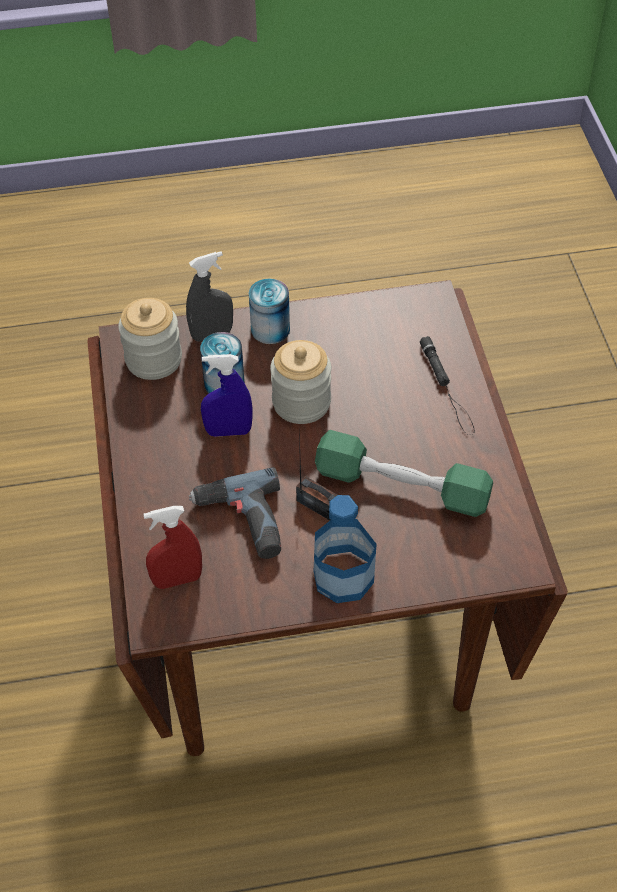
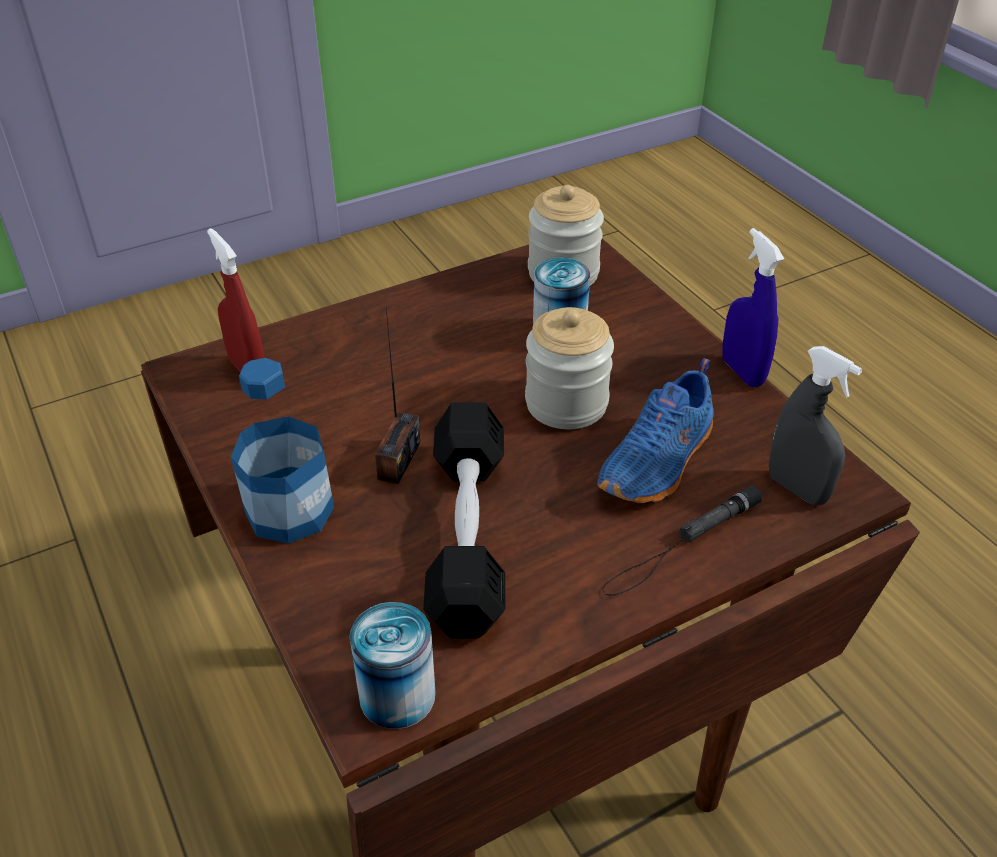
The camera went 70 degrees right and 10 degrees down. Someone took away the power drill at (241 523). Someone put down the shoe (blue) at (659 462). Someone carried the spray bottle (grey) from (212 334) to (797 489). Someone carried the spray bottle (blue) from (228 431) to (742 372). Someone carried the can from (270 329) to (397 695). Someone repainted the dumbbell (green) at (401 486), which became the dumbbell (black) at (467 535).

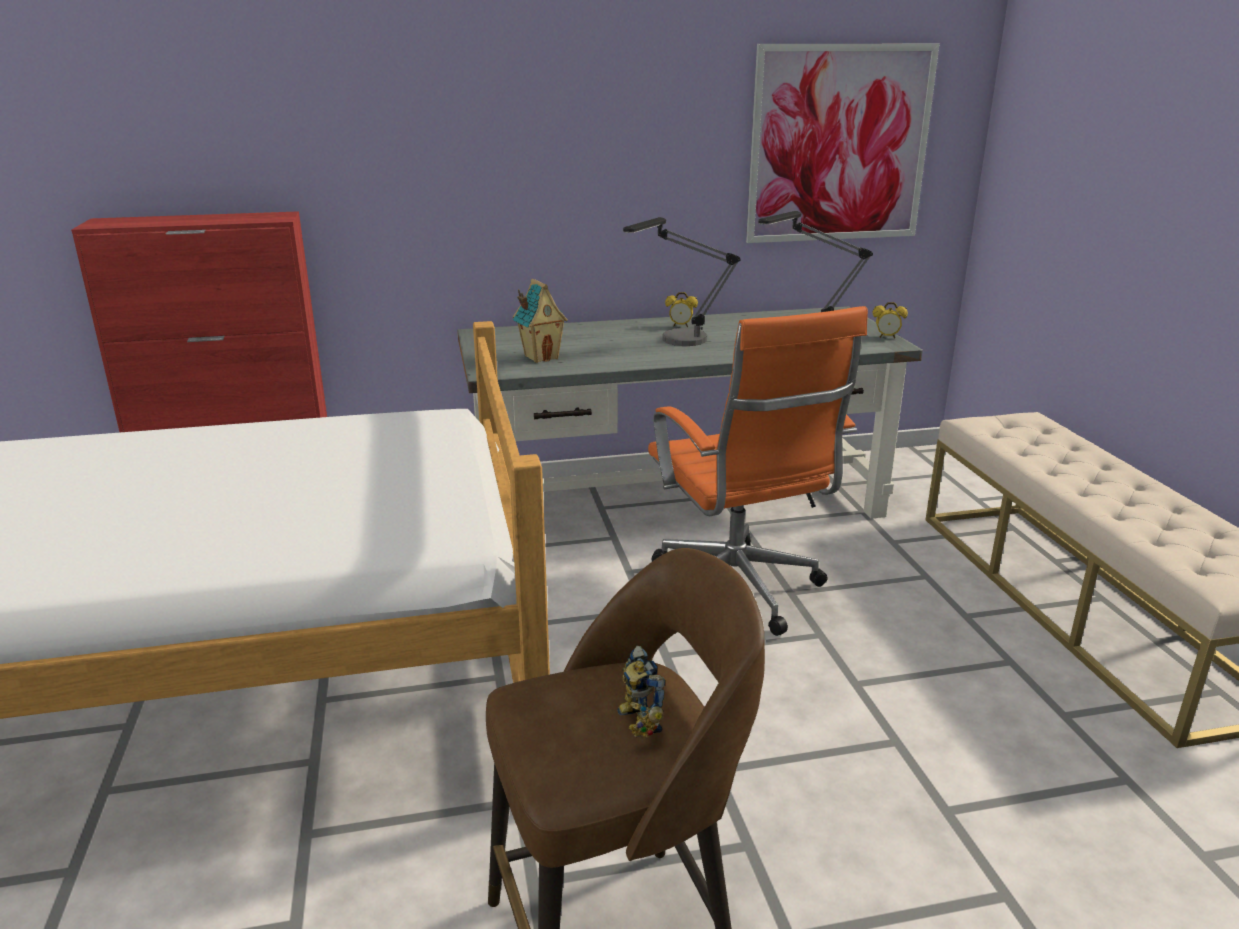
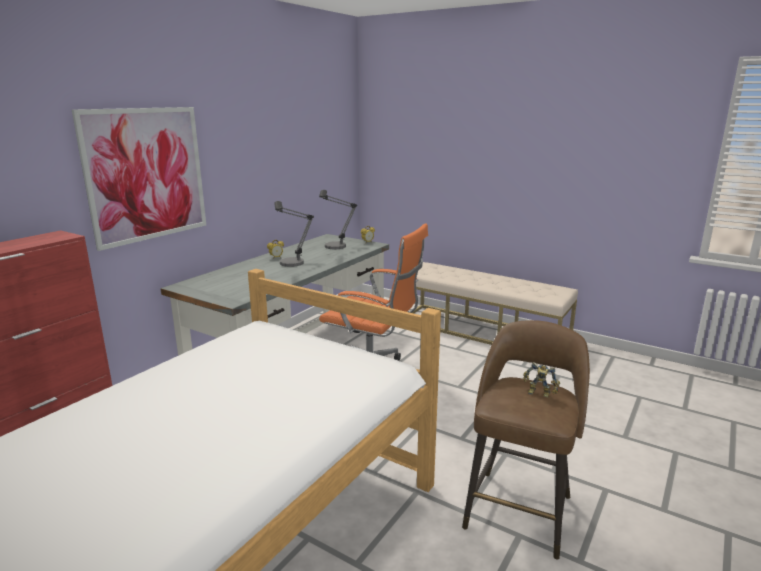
The camera went 45 degrees left and 5 degrees down. Someone took away the toy house at (541 357). Someone carried the picture from (839 145) to (146 174).

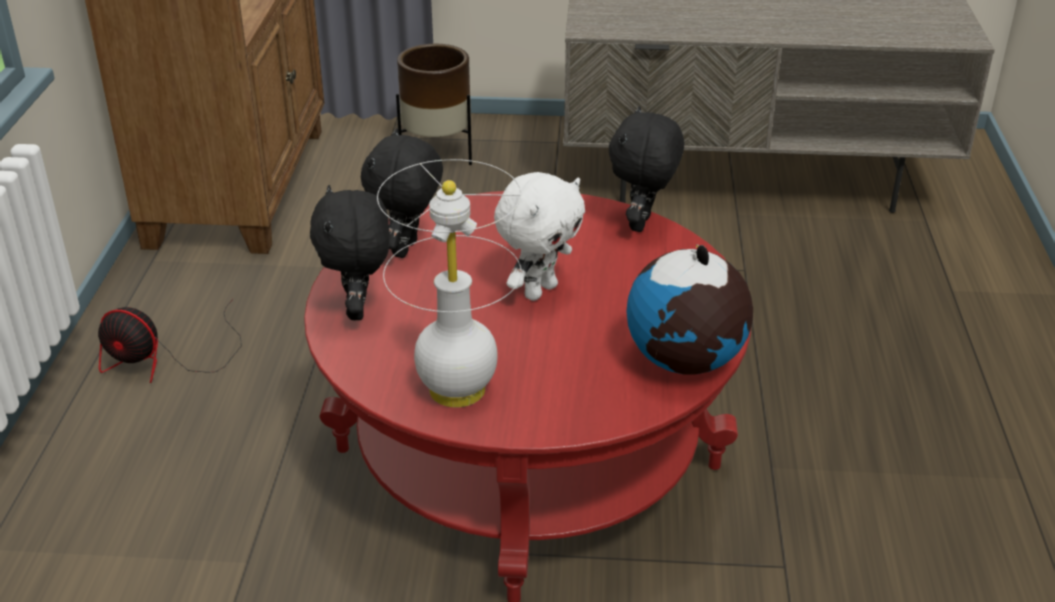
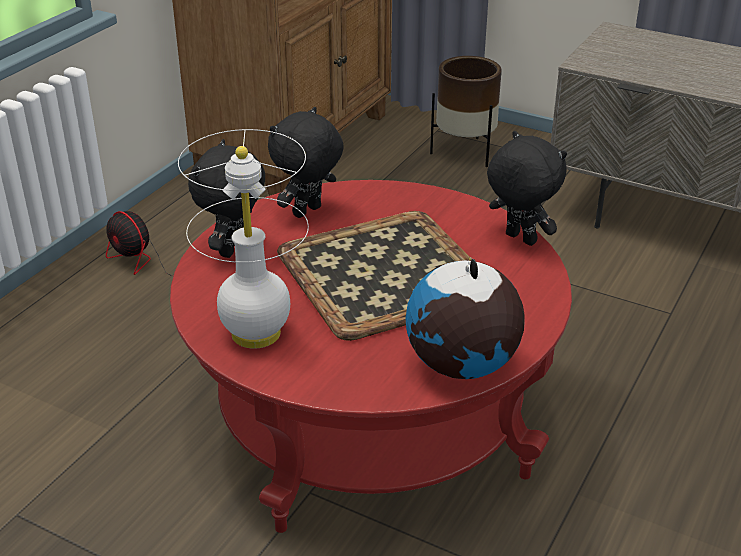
The camera went 25 degrees right and 0 degrees up. Someone swapped the plush toy (white) at (539 290) for the tray at (385 272). Someone rotated the plush toy (black) at (642 224) by 90 degrees clockwise.

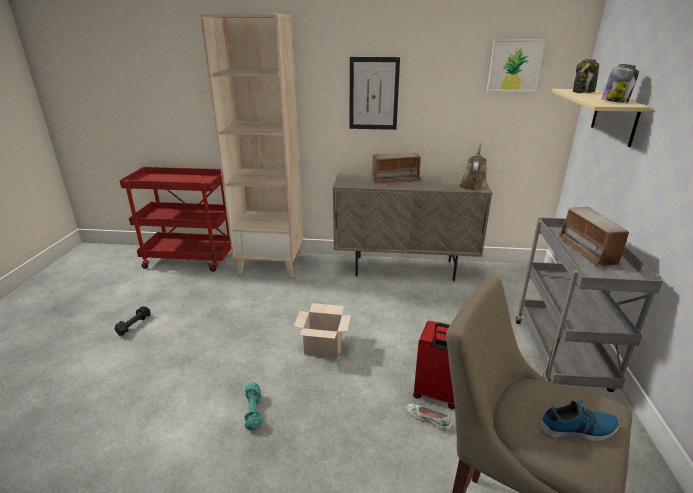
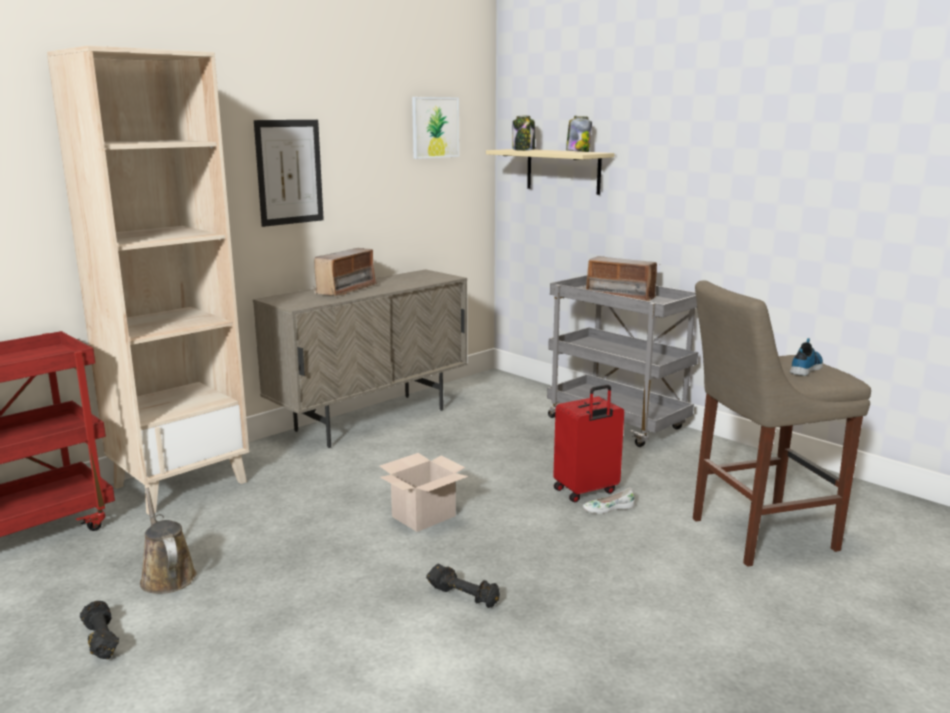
The camera went 50 degrees left and 10 degrees down. Someone carried the watering can (brown) from (473 185) to (167 576). Someone repainted the dumbbell (turquoise) at (254 412), which became the dumbbell (black) at (464 596).

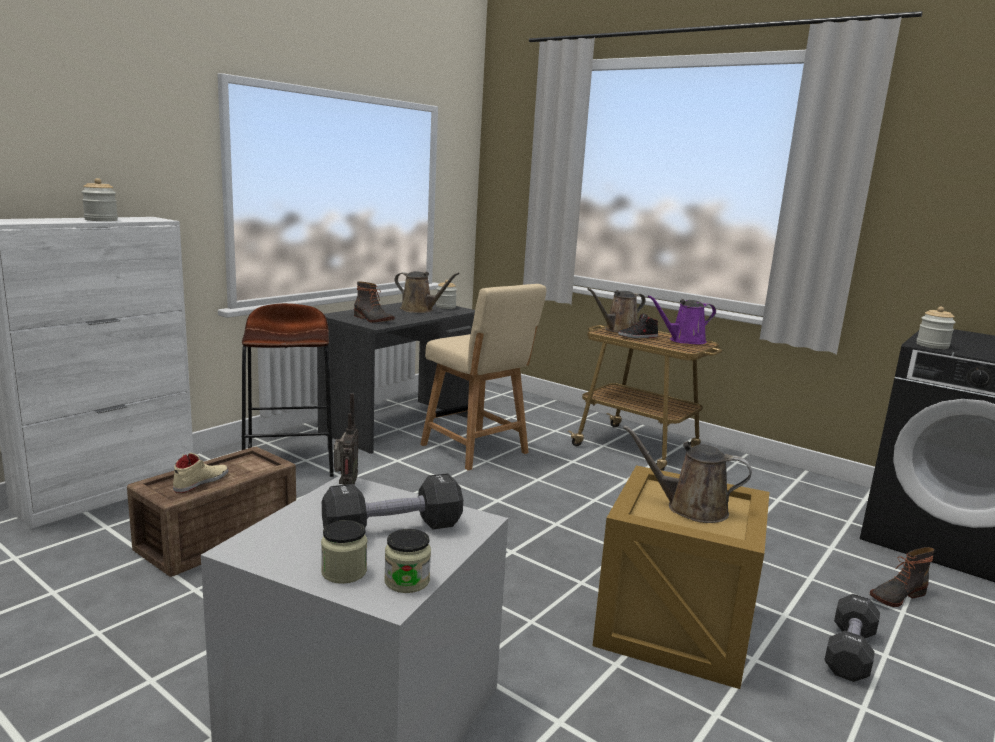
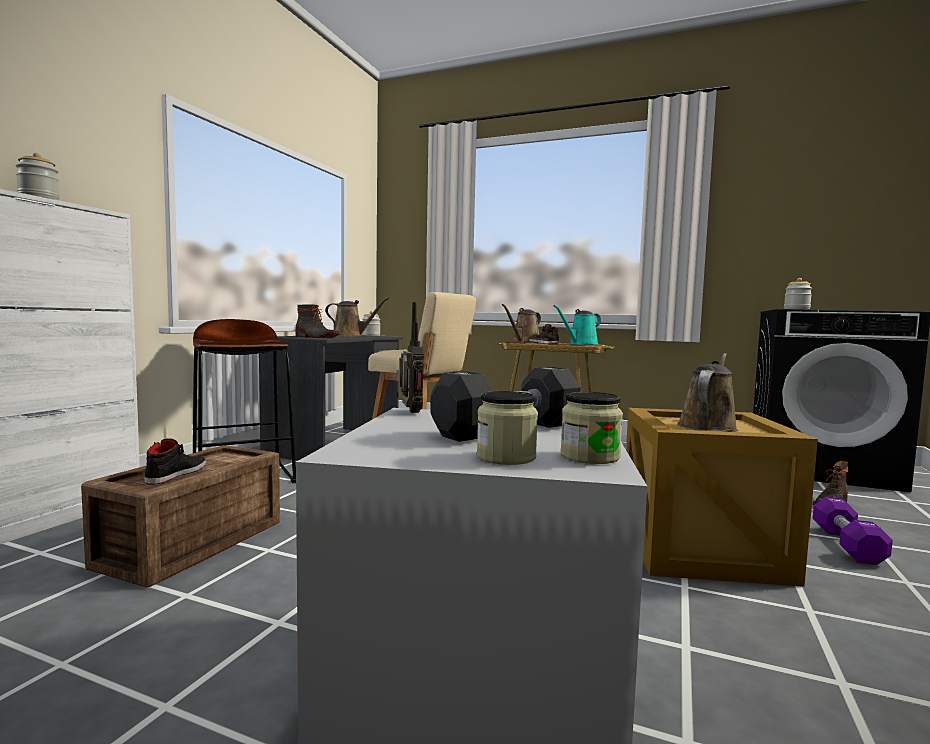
The camera went 15 degrees left and 10 degrees down. Someone repainted the shoe (beige) at (201 481), which became the shoe (black) at (176 474). Someone repainted the watering can (purple) at (684 340), which became the watering can (turquoise) at (581 344). Someone repainted the dumbbell (black) at (849 652), which became the dumbbell (purple) at (847 545). Someone rotated the watering can (brown) at (690 508) by 120 degrees clockwise.

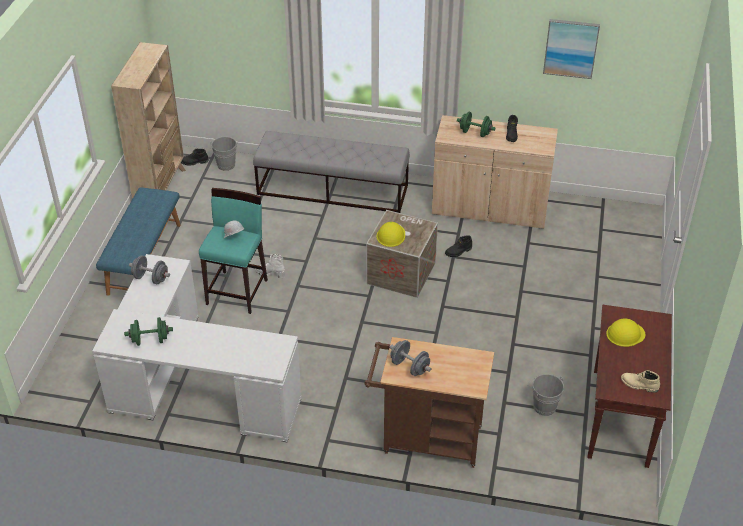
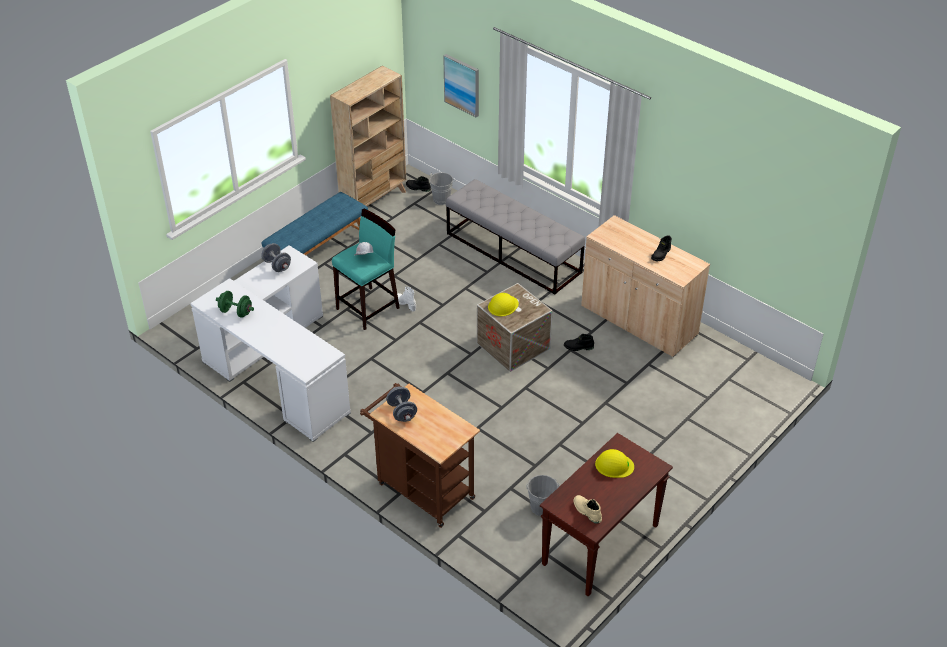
The camera went 30 degrees right and 0 degrees up. Someone took away the dumbbell (green) at (475 133). Someone carried the picture from (571 48) to (462 85).

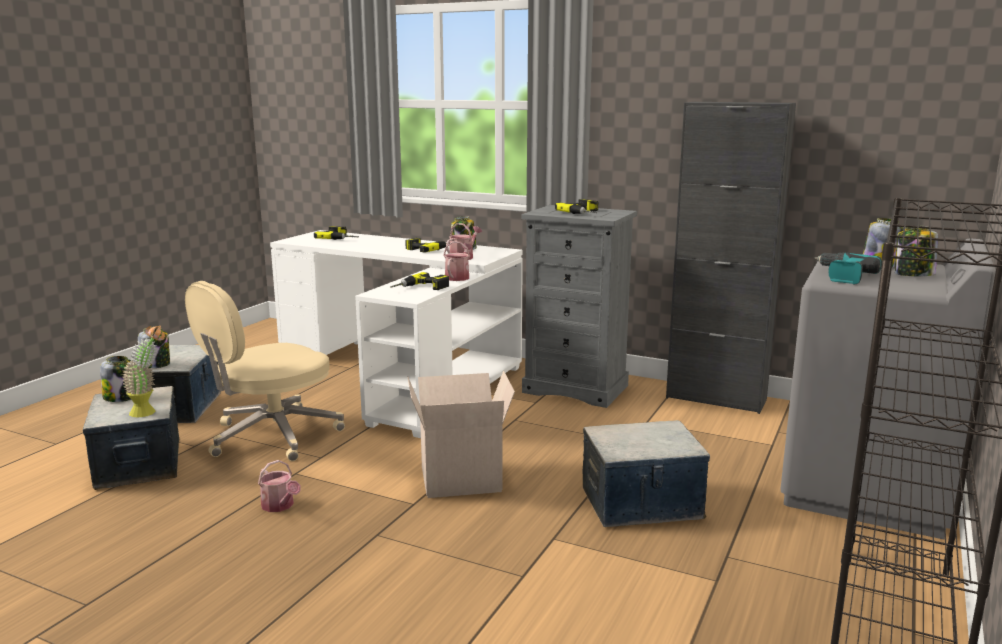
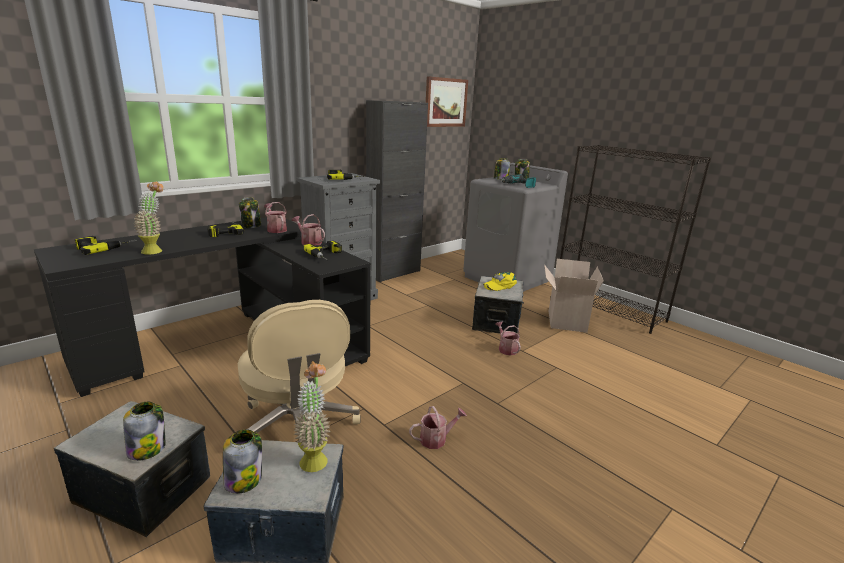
The camera went 70 degrees left and 5 degrees up. Someone put down the potted plant at (156 250). Someone put up the picture at (445 102). Someone put down the cap (yellow) at (500 285). Someone put down the watering can at (506 349). Someone carried the cardboard box from (462 478) to (565 321). Someone repainted the desk (white) at (405 373), which became the desk (black) at (233 344).

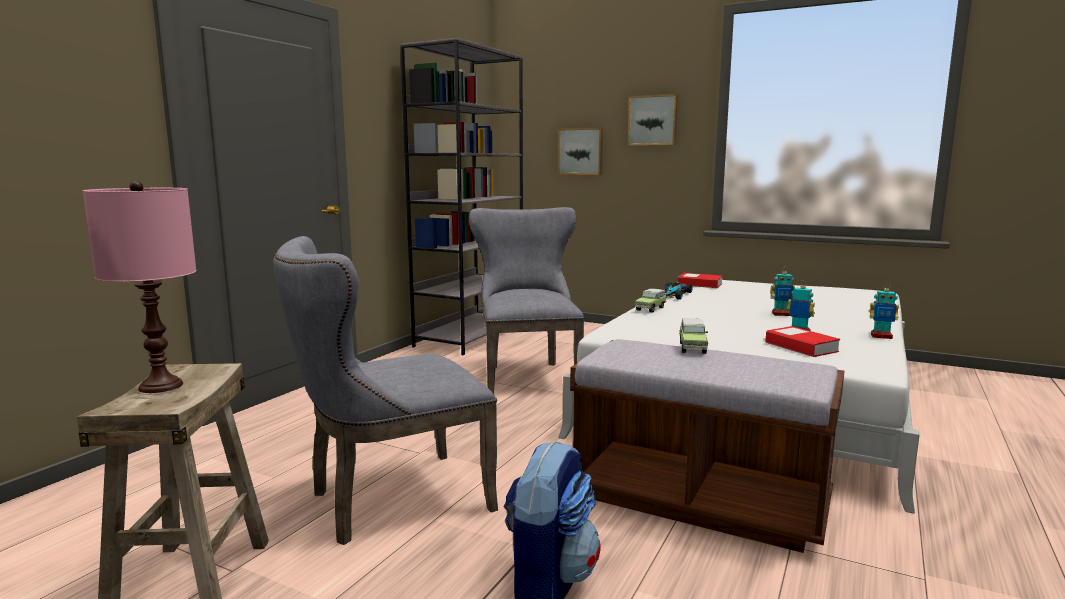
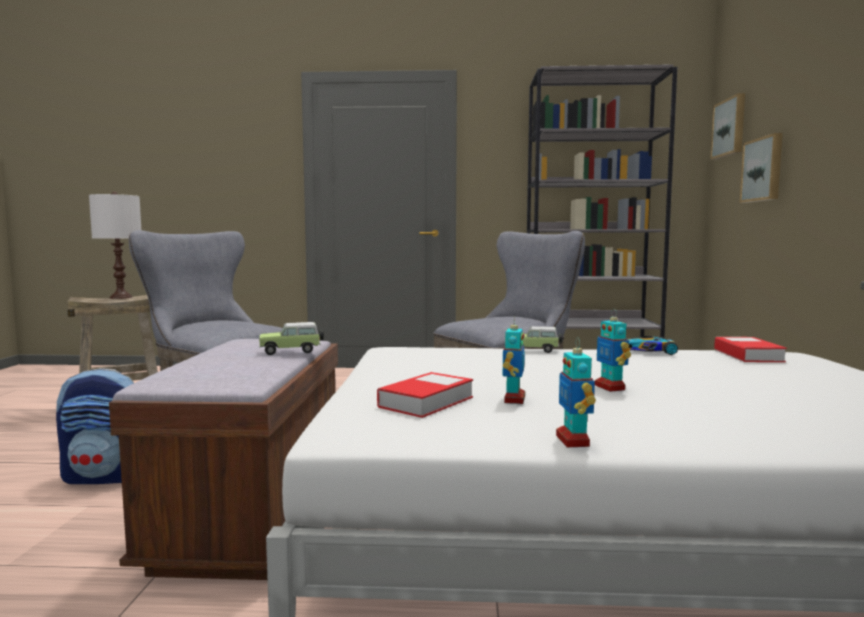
The camera went 65 degrees right and 5 degrees down. Someone carried the picture from (653 120) to (730 128). Someone repainted the table lamp (pink) at (160 386), which became the table lamp (white) at (121 297).

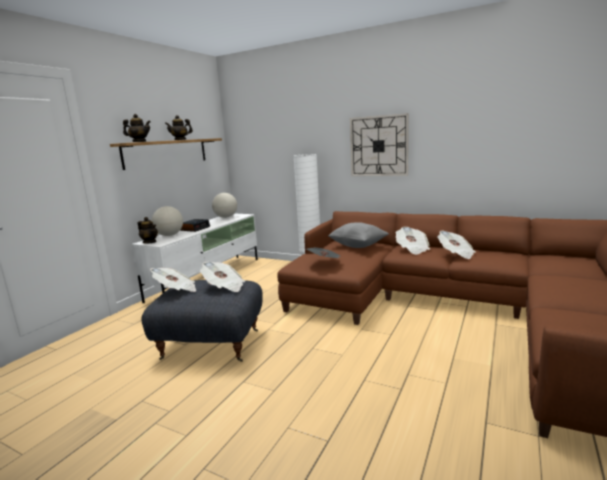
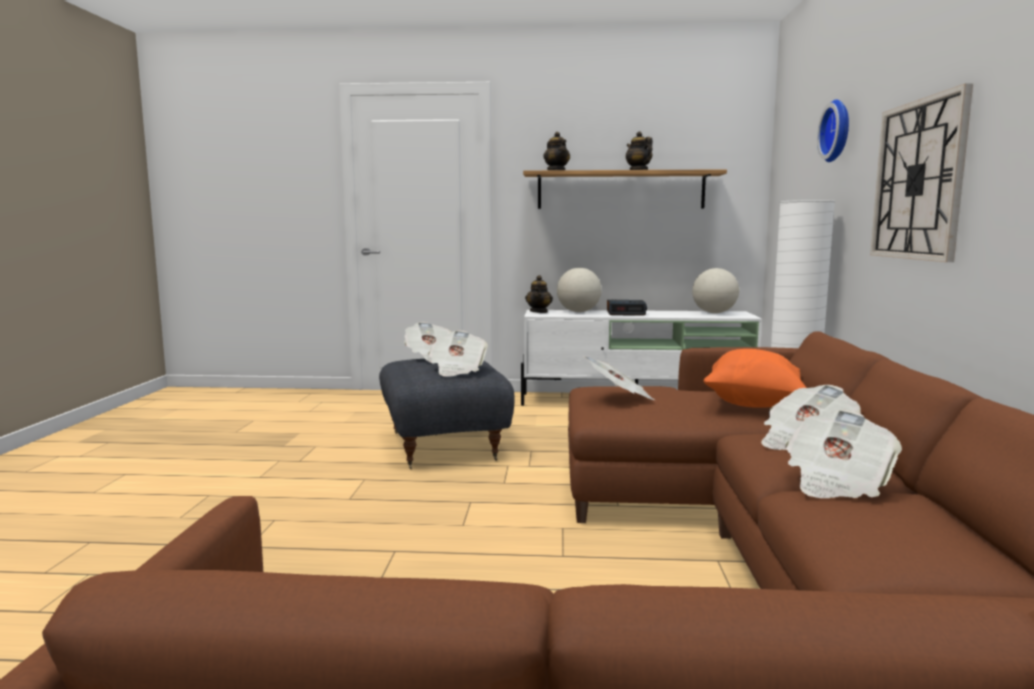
The camera went 65 degrees right and 5 degrees down. Someone put up the wall clock at (838 131). Someone repainted the pillow (grey) at (358 246), which became the pillow (orange) at (754 405).

